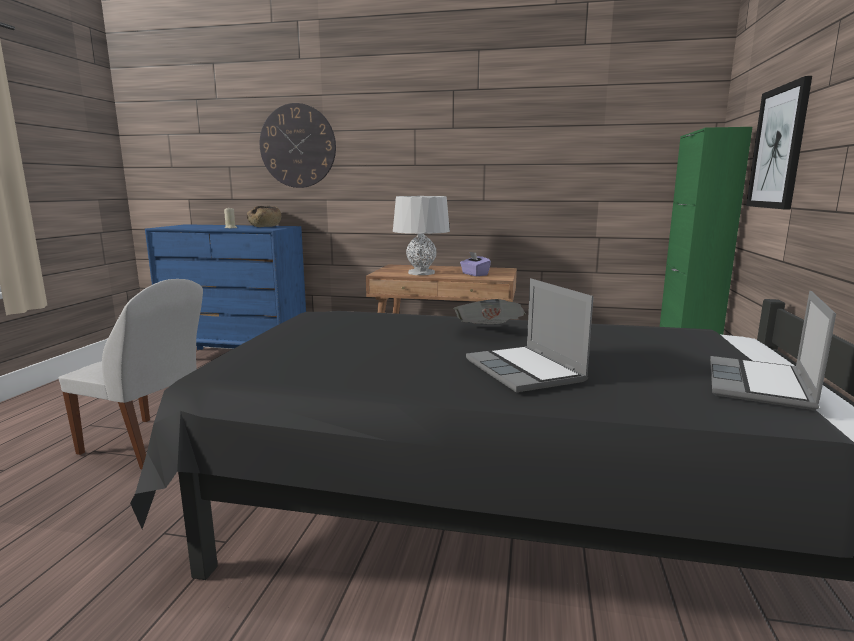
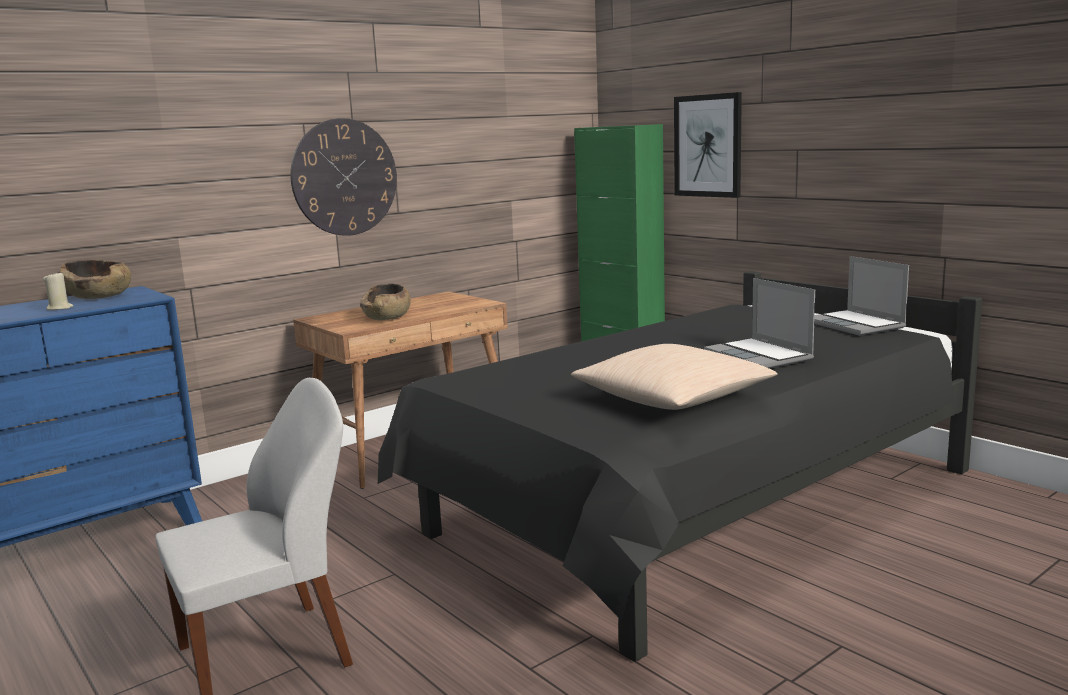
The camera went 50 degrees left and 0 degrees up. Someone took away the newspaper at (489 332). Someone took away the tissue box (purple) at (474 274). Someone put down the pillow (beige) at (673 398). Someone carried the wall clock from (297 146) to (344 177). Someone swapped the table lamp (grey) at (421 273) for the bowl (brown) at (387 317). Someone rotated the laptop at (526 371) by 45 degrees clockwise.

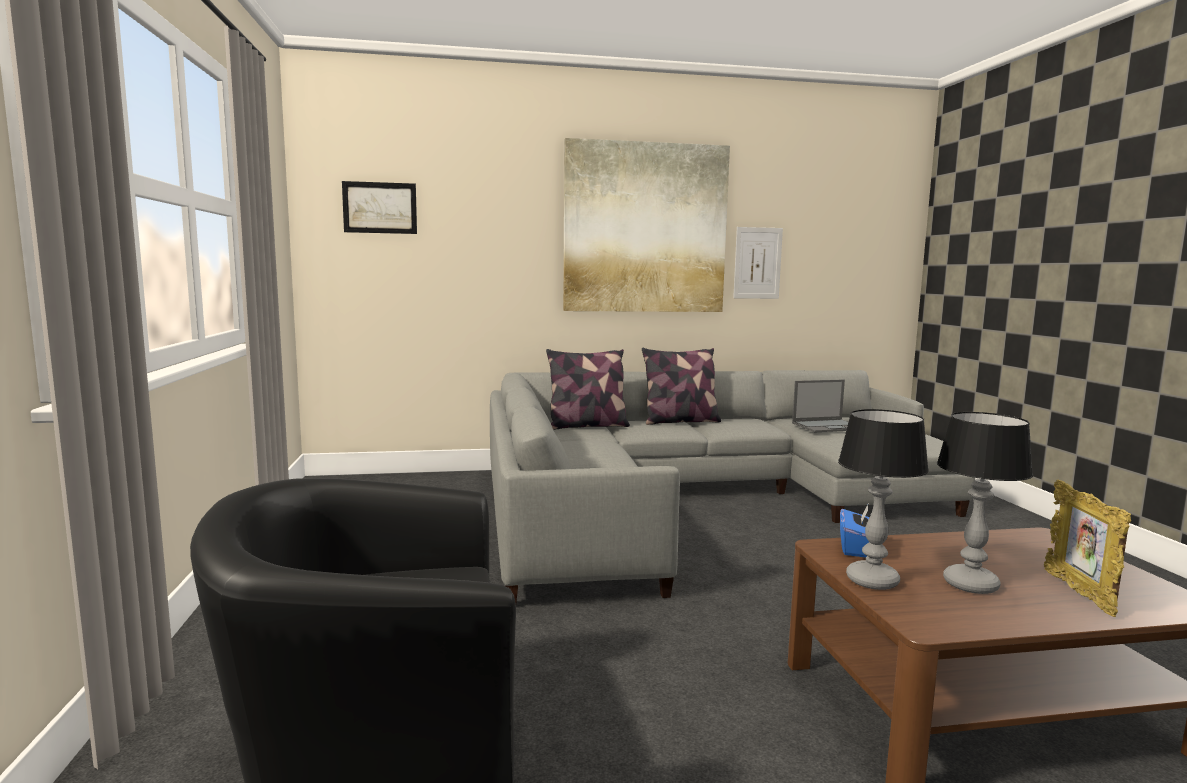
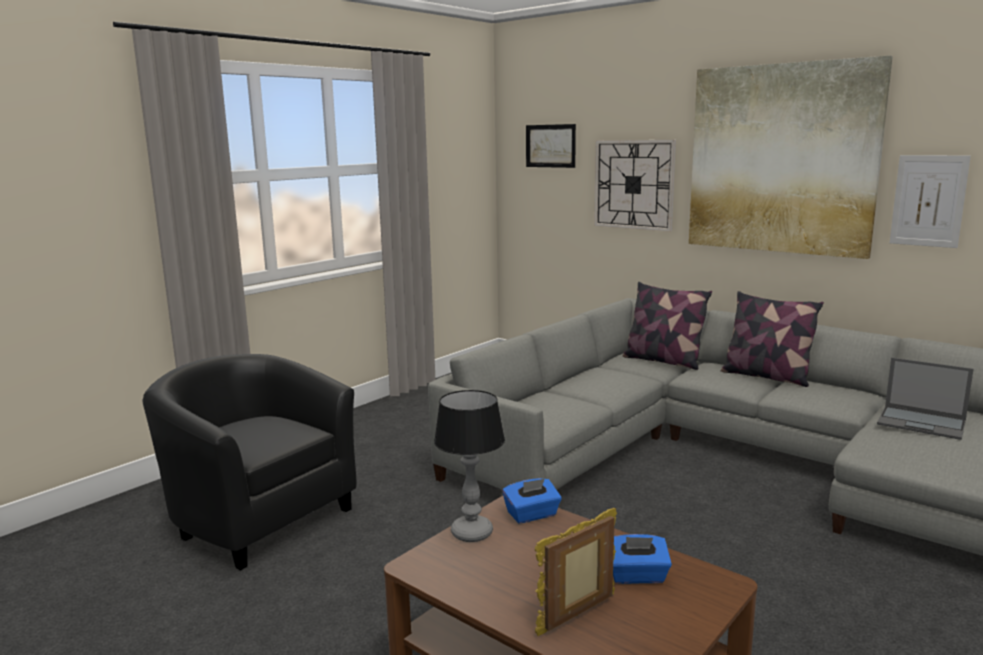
The camera went 50 degrees right and 5 degrees up. Someone took away the table lamp at (970 585). Someone put up the wall clock at (634 184). Someone put down the tissue box (blue) at (637 576).

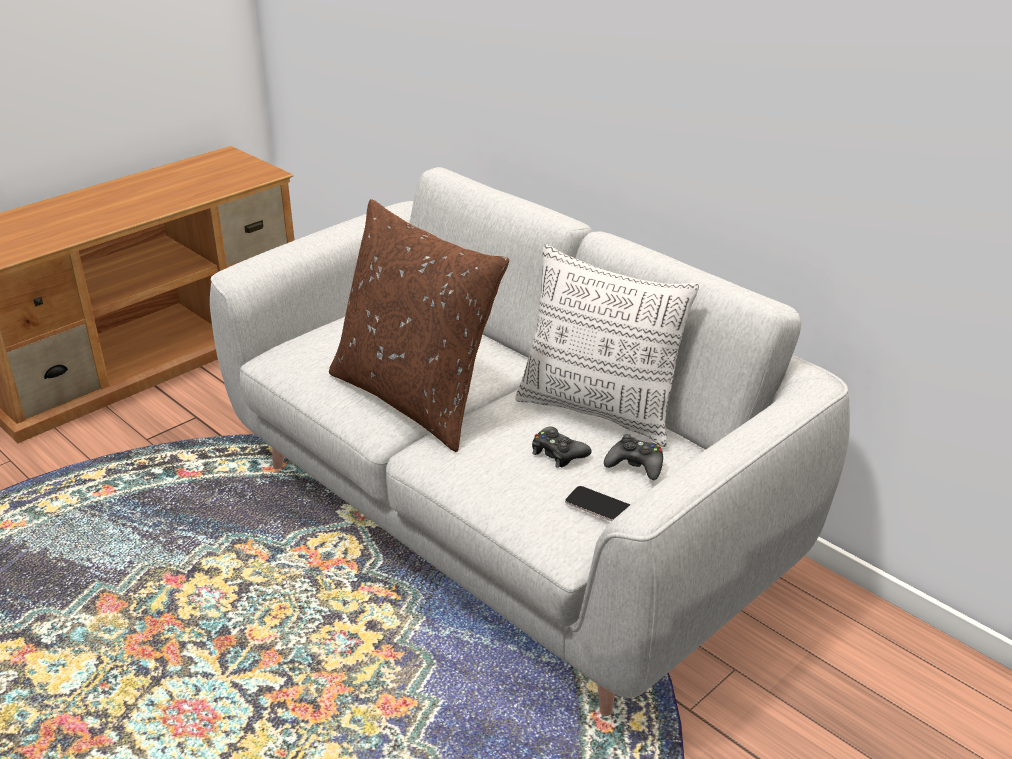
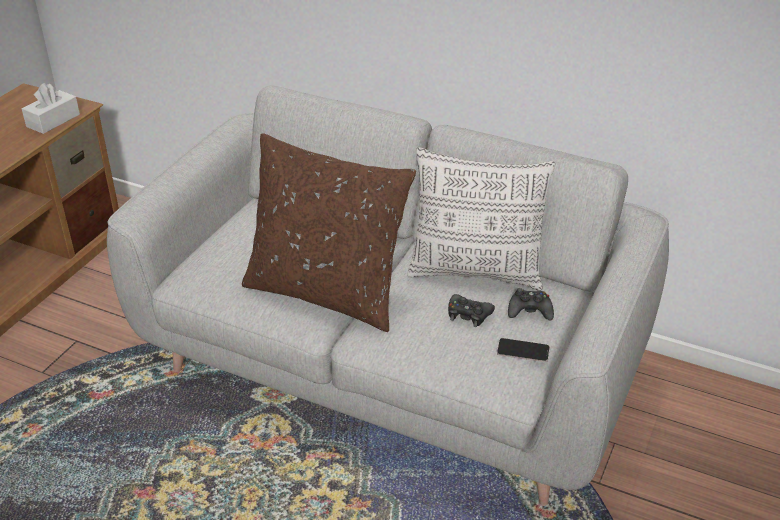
The camera went 20 degrees left and 5 degrees up. Someone put down the tissue box (white) at (53 120).

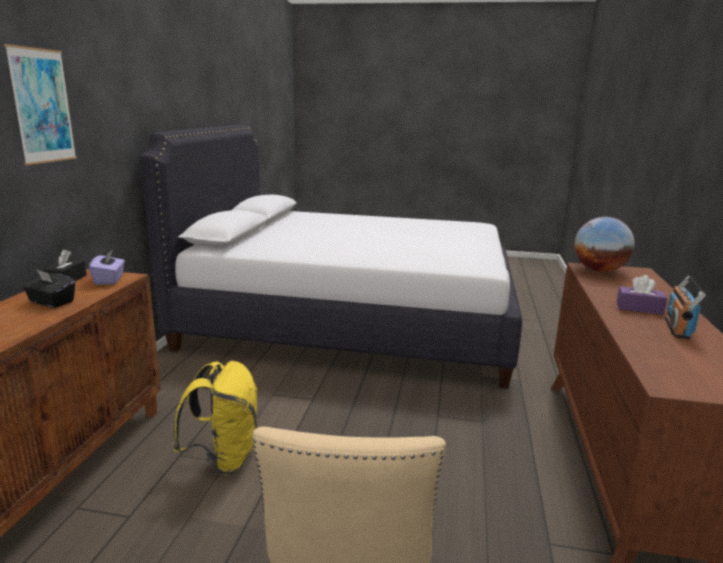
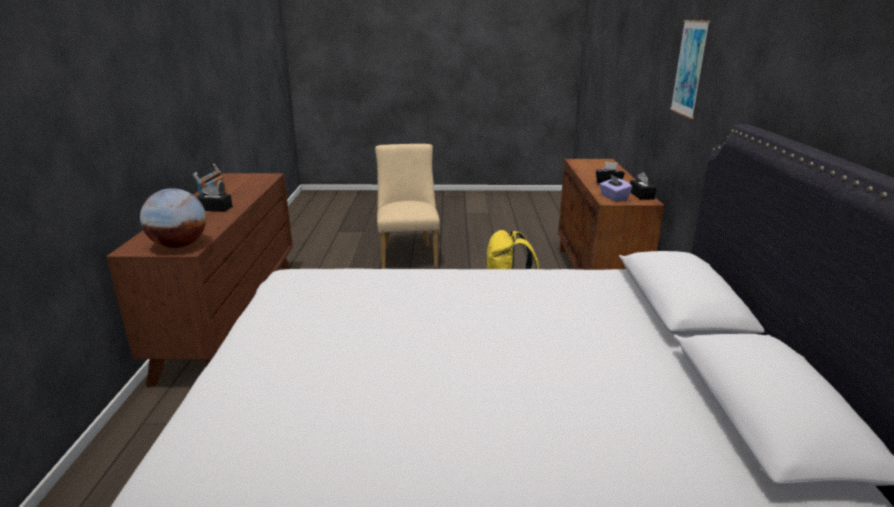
The camera went 170 degrees right and 5 degrees up. Someone repainted the tissue box (purple) at (639 308), which became the tissue box (black) at (214 208).

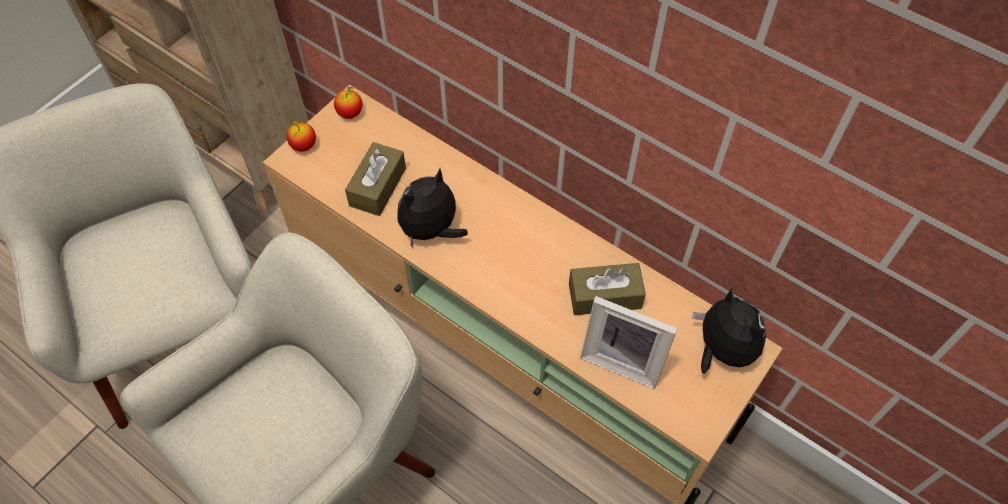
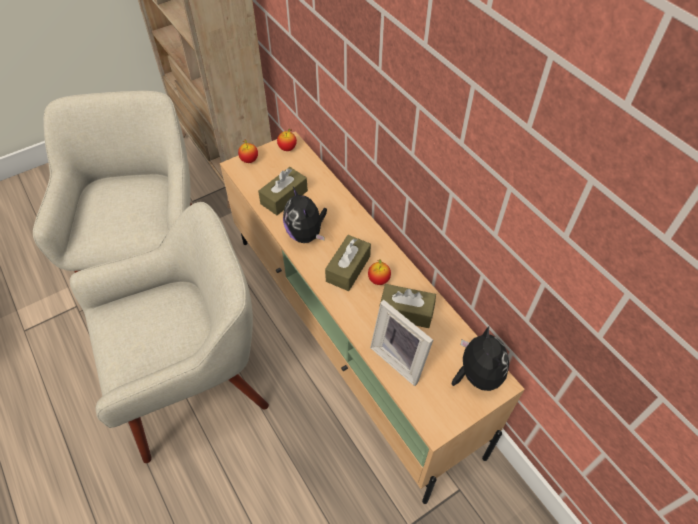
The camera went 20 degrees right and 5 degrees down. Someone put down the tissue box (brown) at (348 268). Someone put down the apple at (378 280). Someone rotated the plush toy at (431 231) by 90 degrees counterclockwise.

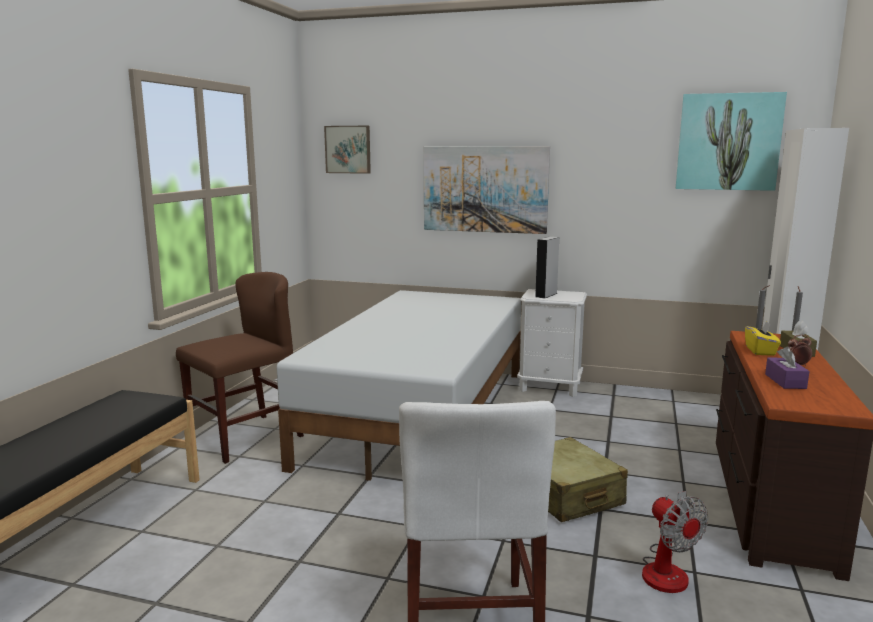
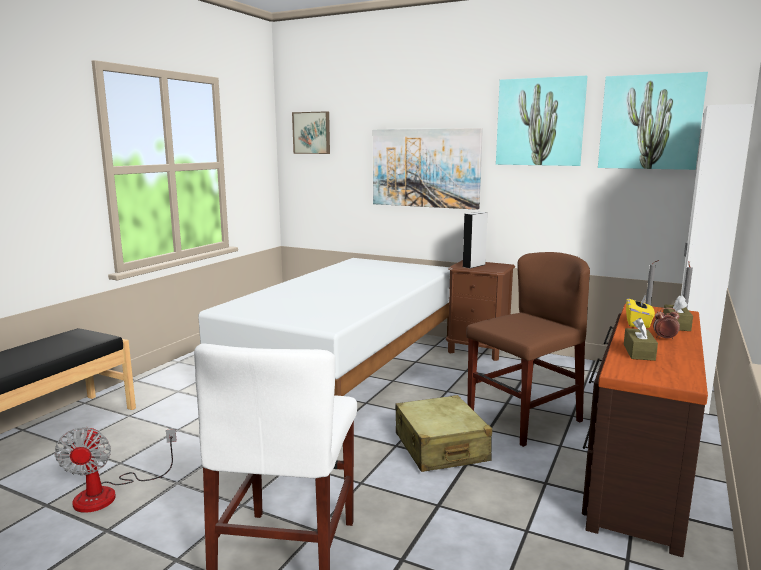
The camera went 10 degrees right and 0 degrees up. Someone put up the picture at (540 122). Someone carried the chair (brown) from (246 438) to (524 419). Someone carried the fan from (668 569) to (109 493). Someone repainted the nightstand (white) at (550 386), which became the nightstand (brown) at (478 350). Someone repainted the tissue box (purple) at (785 381), which became the tissue box (brown) at (639 352).

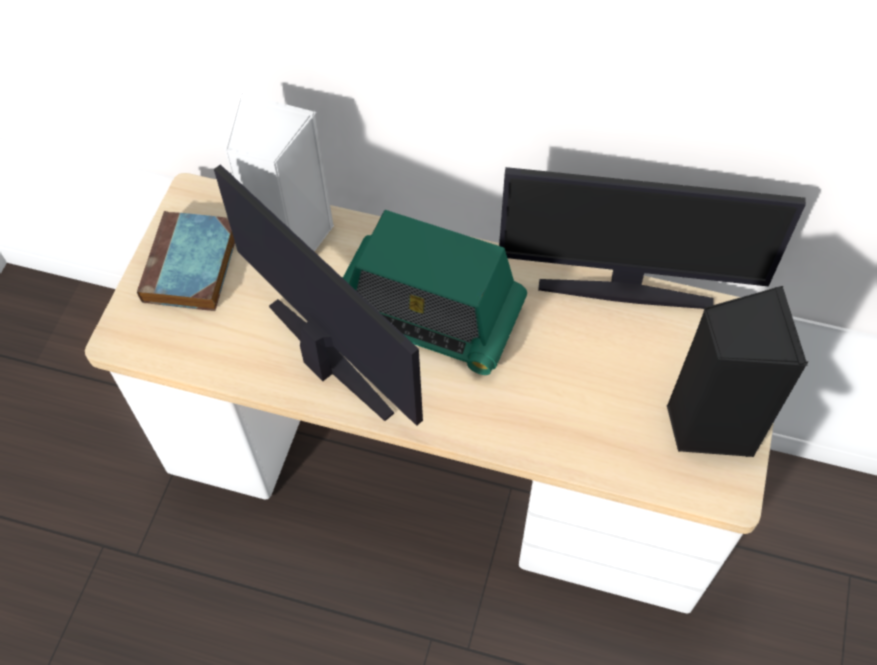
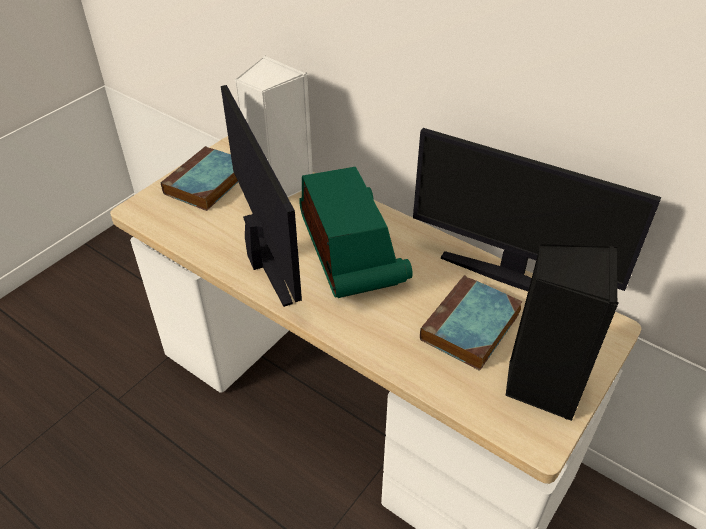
The camera went 20 degrees right and 15 degrees down. Someone put down the book at (470 328). Someone rotated the radio at (427 313) by 150 degrees counterclockwise.

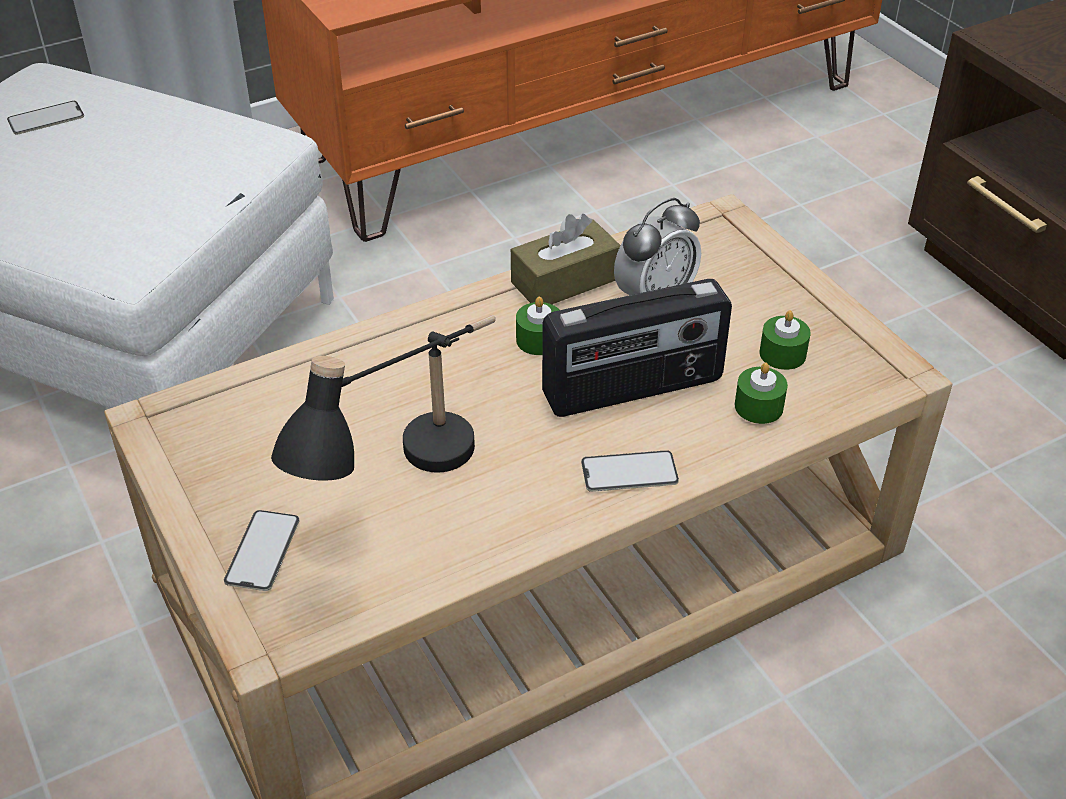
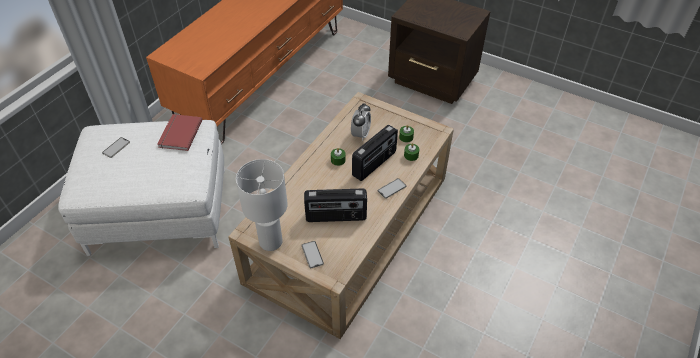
The camera went 30 degrees left and 5 degrees up. Someone took away the tissue box (brown) at (565 281). Someone put down the book (red) at (179 134). Someone put down the table lamp (white) at (271 242). Someone swapped the table lamp (black) at (410 481) for the radio at (336 217).

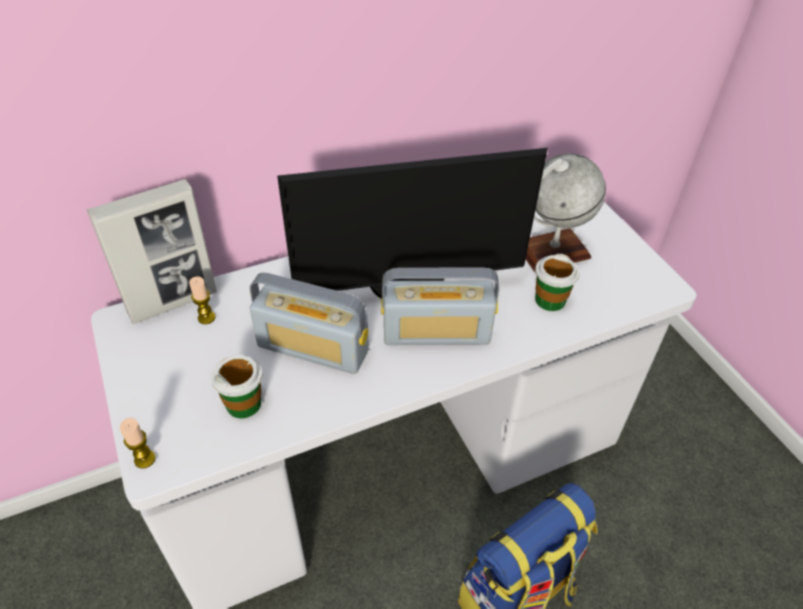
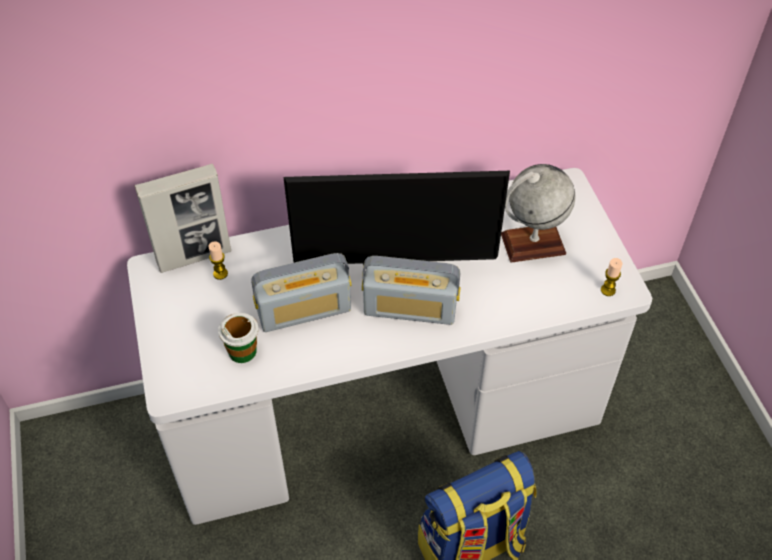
The camera went 10 degrees right and 5 degrees up. Someone took away the cup at (550 300). Someone carried the candle from (145 459) to (608 290). Someone rotated the radio at (313 348) by 45 degrees counterclockwise.

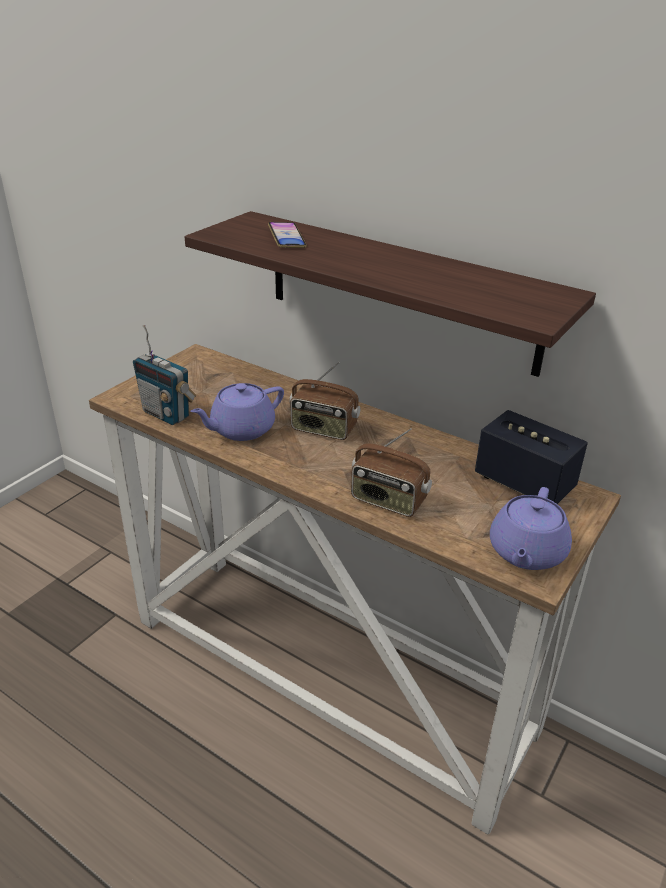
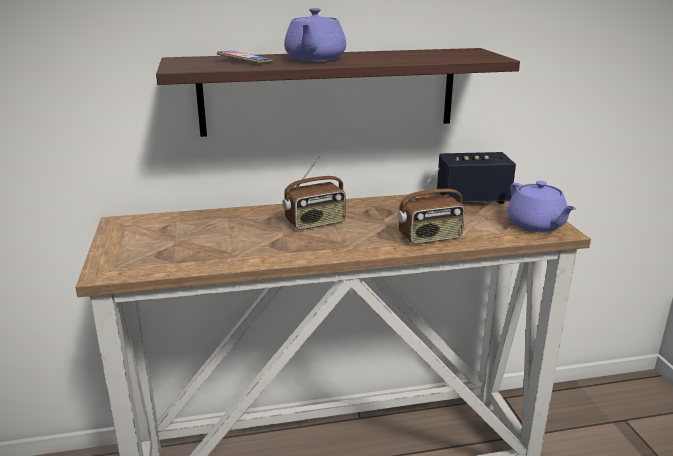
The camera went 45 degrees left and 10 degrees down. Someone took away the radio at (166 414). Someone carried the teapot (purple) from (241 429) to (314 59).

